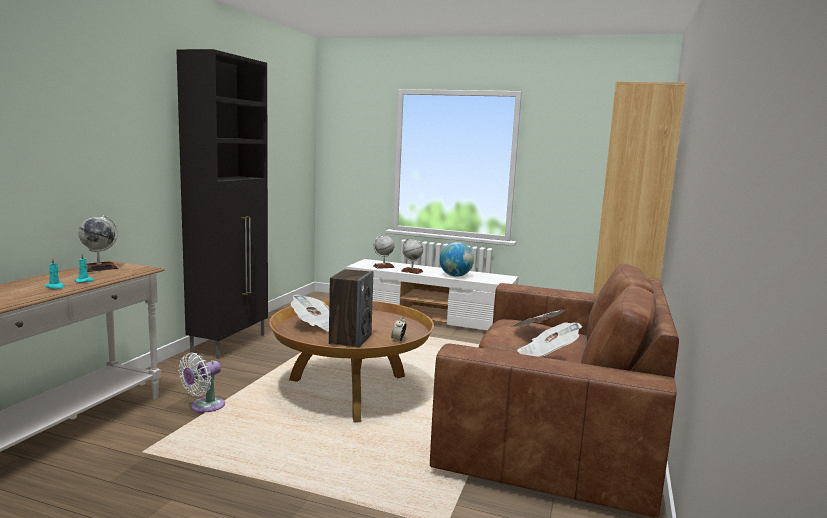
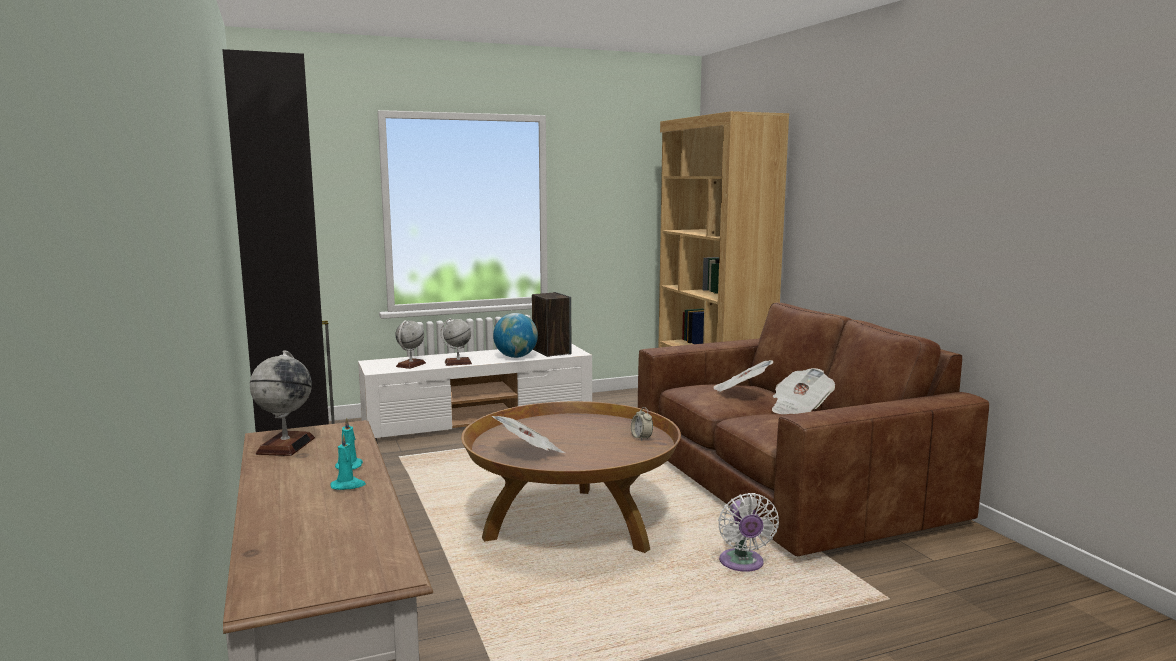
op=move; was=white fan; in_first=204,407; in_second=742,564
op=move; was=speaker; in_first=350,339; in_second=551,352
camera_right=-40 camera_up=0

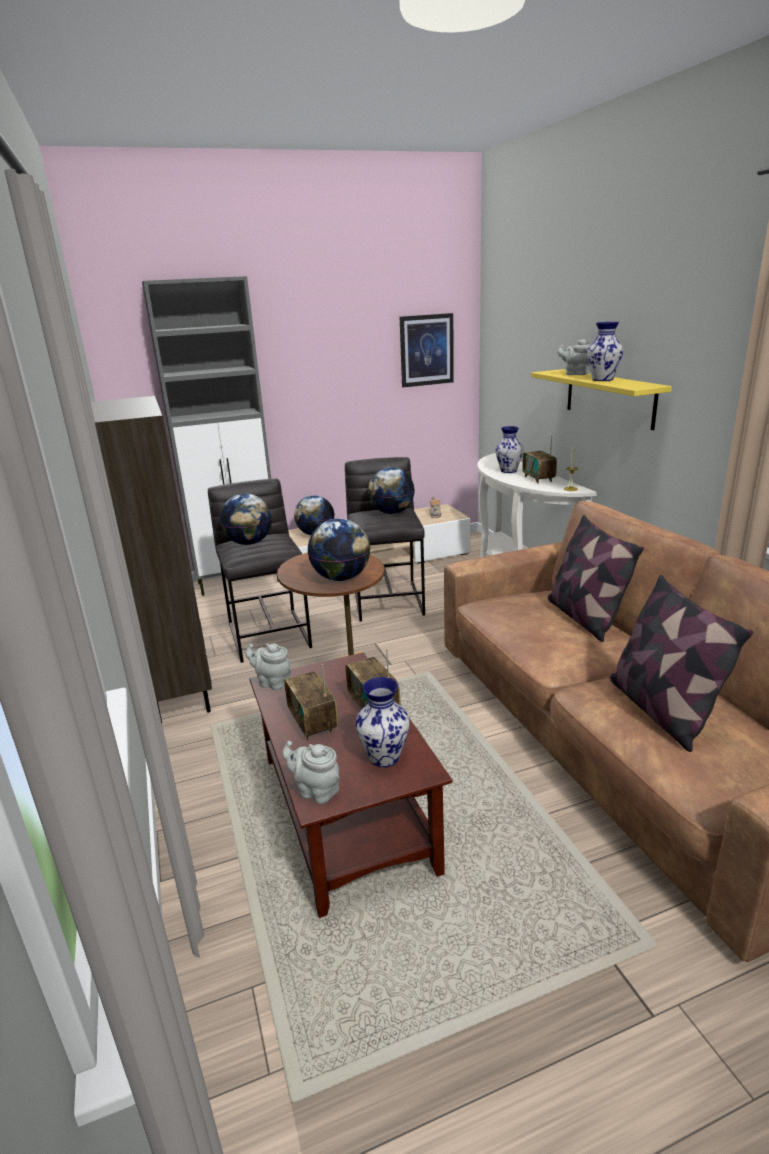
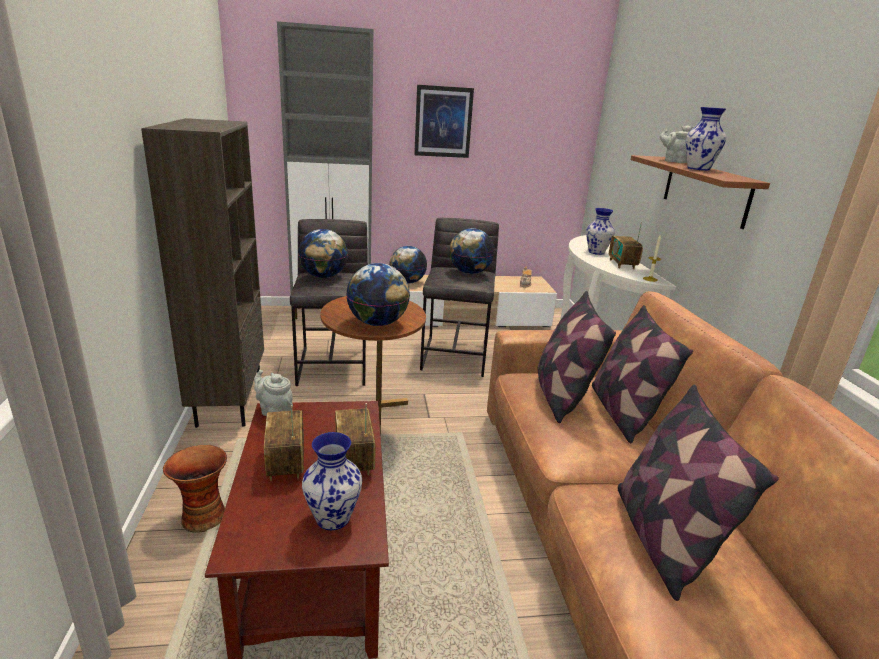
op=delete; was=grey teapot; in_first=315,790
op=insert; now=vase; in_second=202,516
op=insert; now=pillow; in_second=561,396
op=move; was=picture; in_first=426,350; in_second=443,122
op=recolor; was=yellow shelf; now=brown shelf; in_first=609,398; in_second=705,190
camera_right=10 camera_up=0

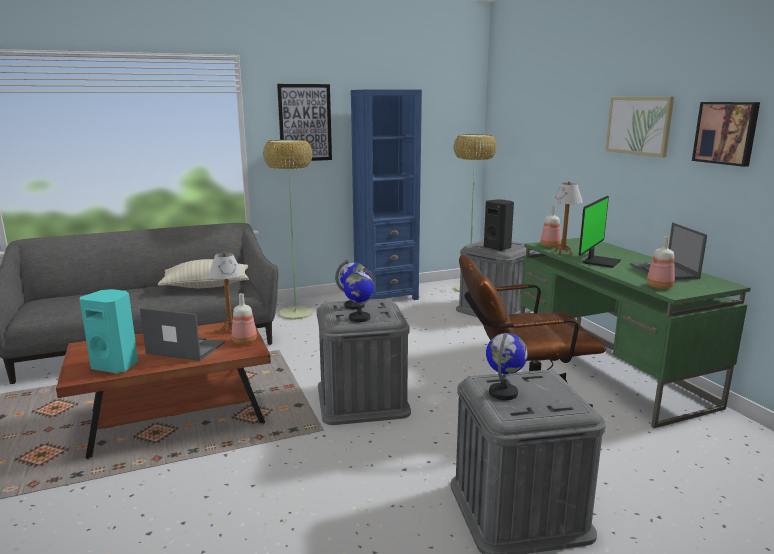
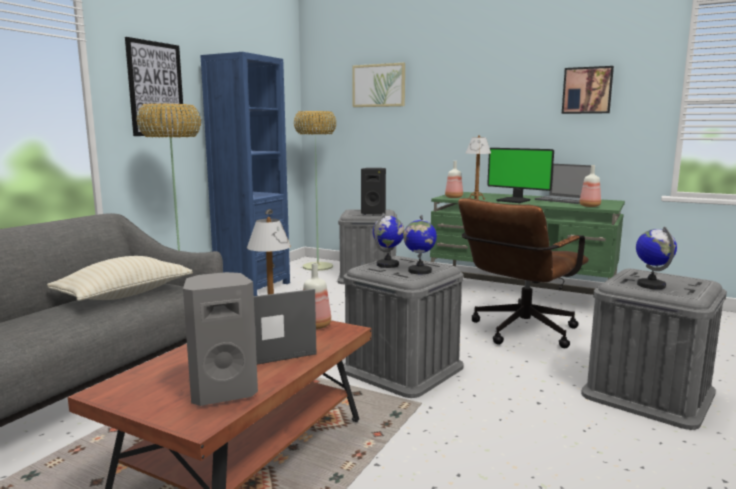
op=move; was=picture; in_first=639,125; in_second=378,85
op=recolor; was=turquoise speaker; now=grey speaker; in_first=116,365; in_second=223,392
op=rotate; was=monitor; in_first=599,262; in_second=514,200; clockwise=135
camera_right=-40 camera_up=-5

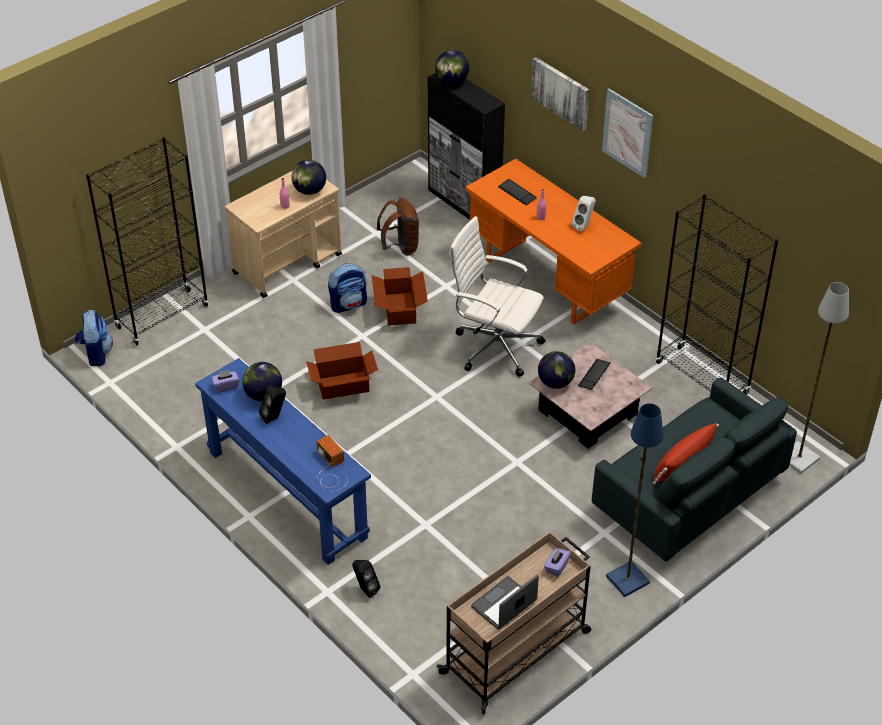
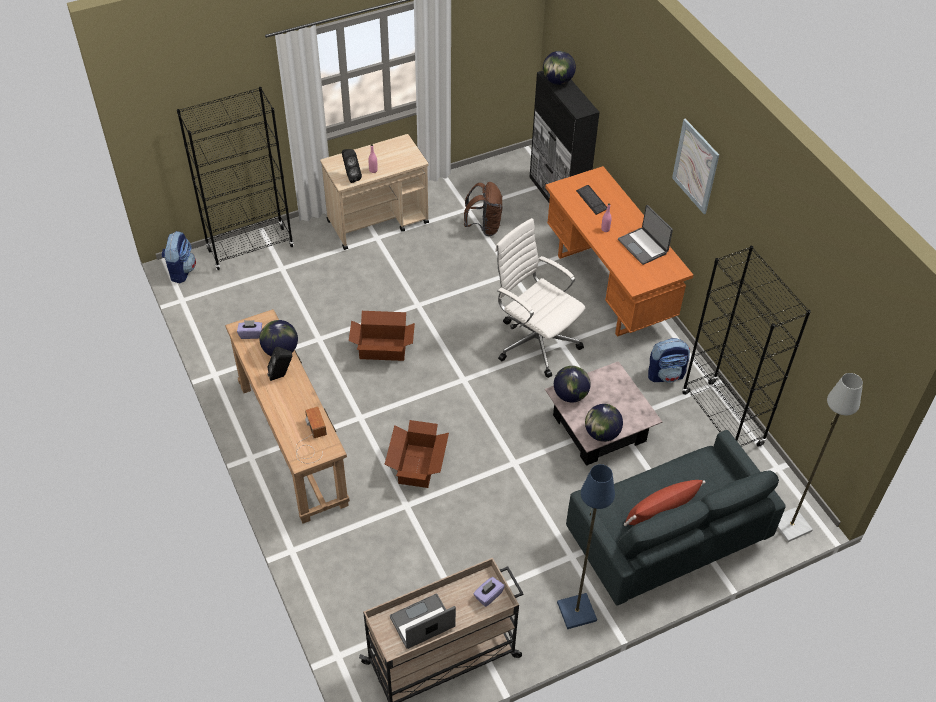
op=delete; was=picture; in_first=561,93
op=delete; was=keyboard; in_first=594,375
op=move; was=globe; in_first=309,191; in_second=602,433
op=move; was=backpack; in_first=348,304; in_second=666,375
op=move; was=black speaker; in_first=365,589; in_second=351,177
op=move; was=cardboard box; in_first=399,309; in_second=417,466
op=replace; was=white speaker; now=laptop; in_first=584,226; in_second=643,246
op=recolor; was=blue console table; now=brown console table; in_first=287,494; in_second=293,444
camera_right=15 camera_up=5

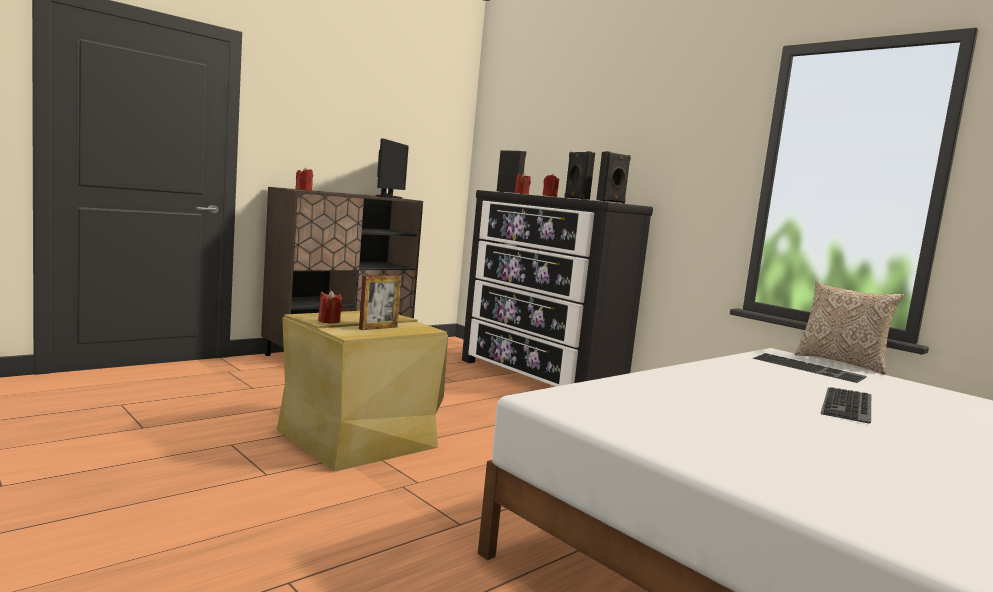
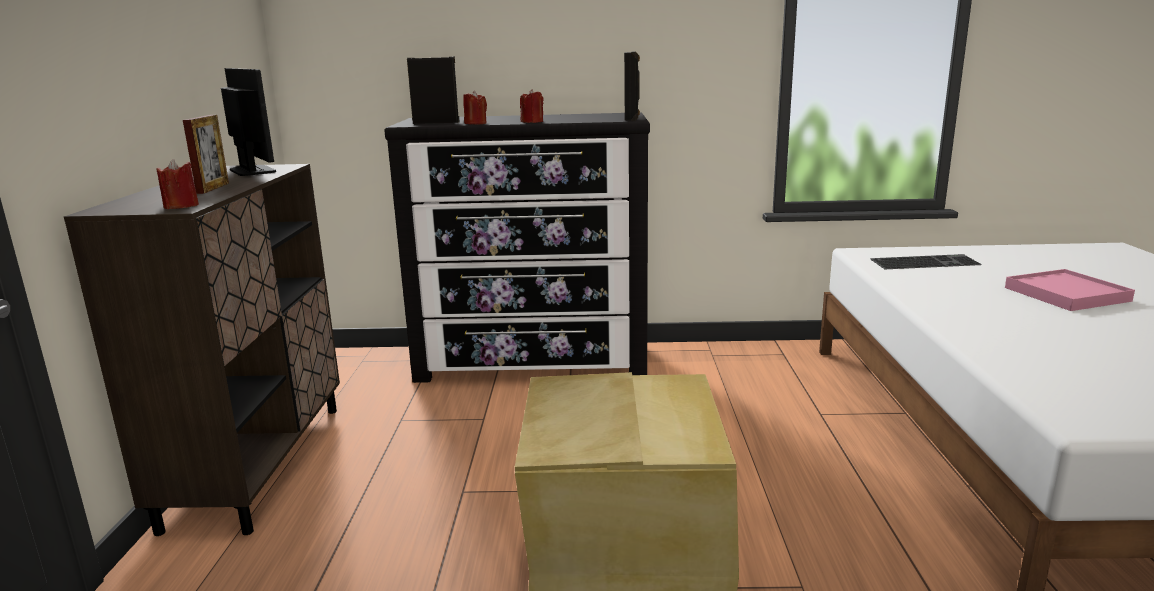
op=delete; was=red candle; in_first=329,321
op=delete; was=black speaker; in_first=576,198
op=delete; was=pillow; in_first=841,362
op=move; was=picture frame; in_first=378,328; in_second=213,188
op=replace; was=keyboard; now=pink tray; in_first=849,405; in_second=1066,294
camera_right=-45 camera_up=10

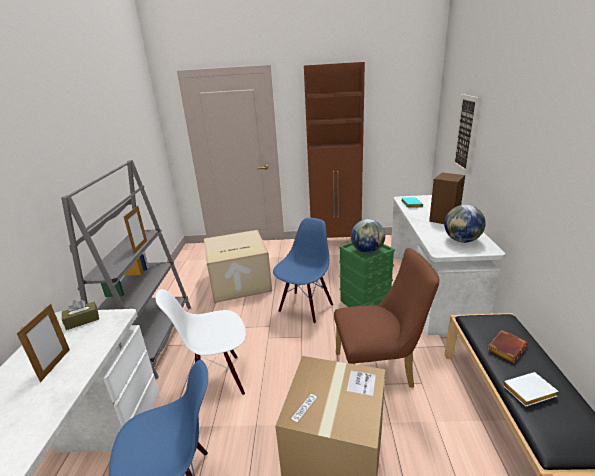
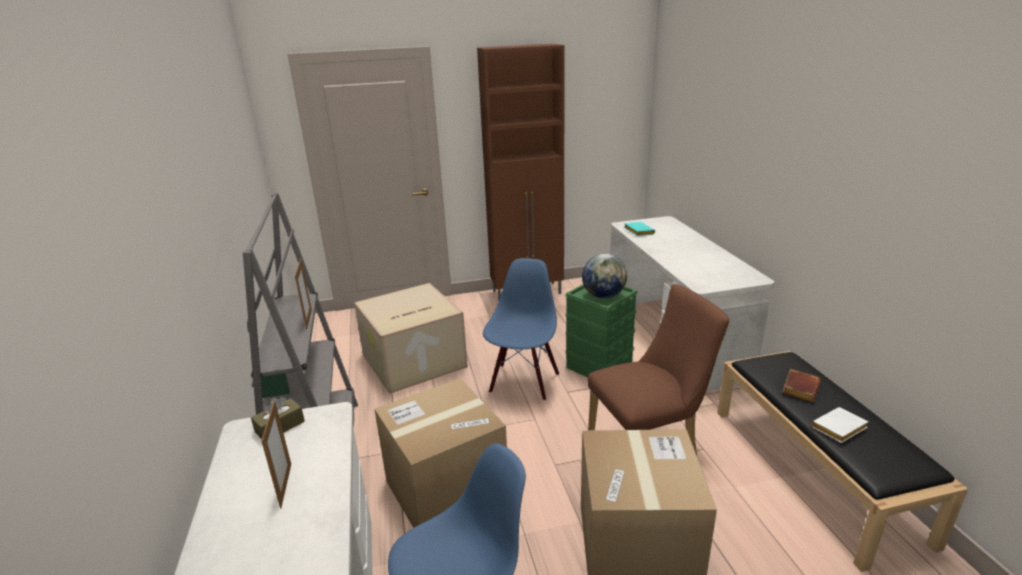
op=delete; was=brown speaker; in_first=444,219
op=delete; was=globe; in_first=462,240
op=delete; was=picture; in_first=465,134
op=replace; was=white chair; now=cardboard box; in_first=218,380; in_second=446,491
camera_right=-15 camera_up=0

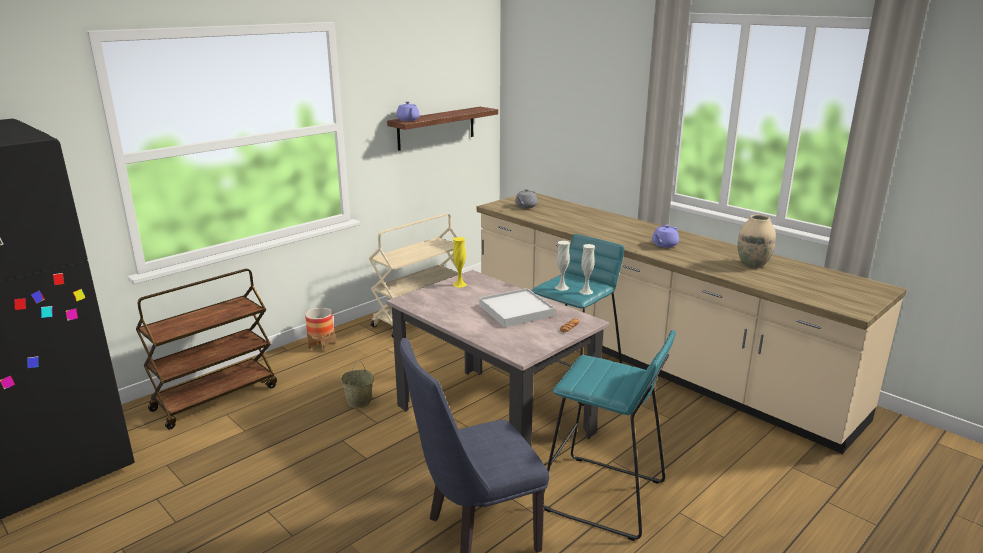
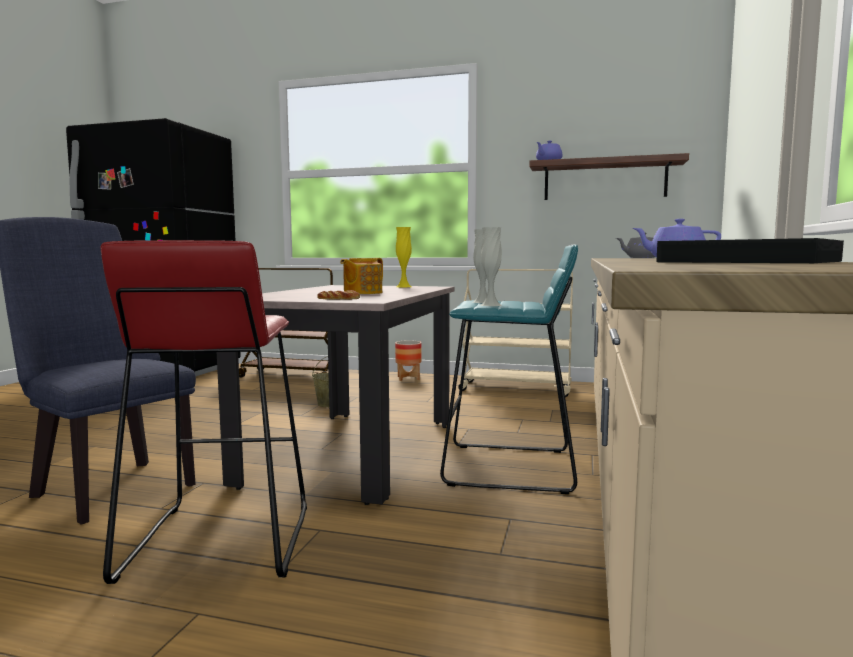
op=replace; was=white tray; now=teapot; in_first=516,310; in_second=362,293
op=replace; was=beige vase; now=black tray; in_first=752,264; in_second=749,262
op=recolor; was=turquoise stool; now=red stool; in_first=604,497; in_second=219,541
camera_right=60 camera_up=-15

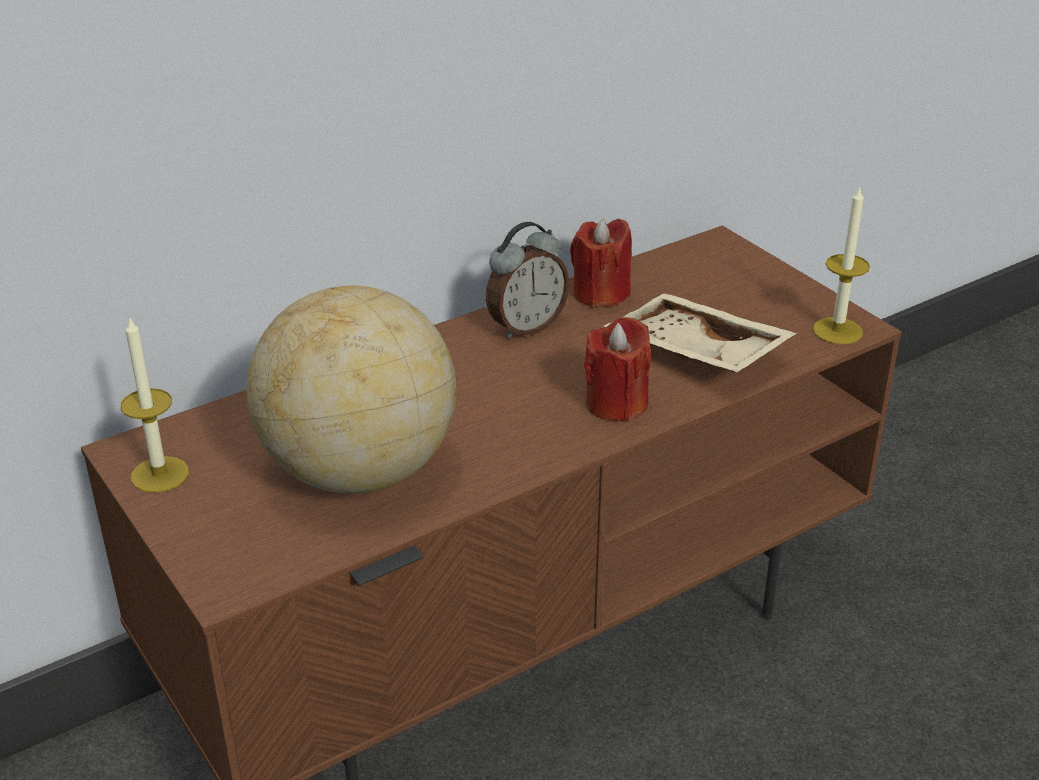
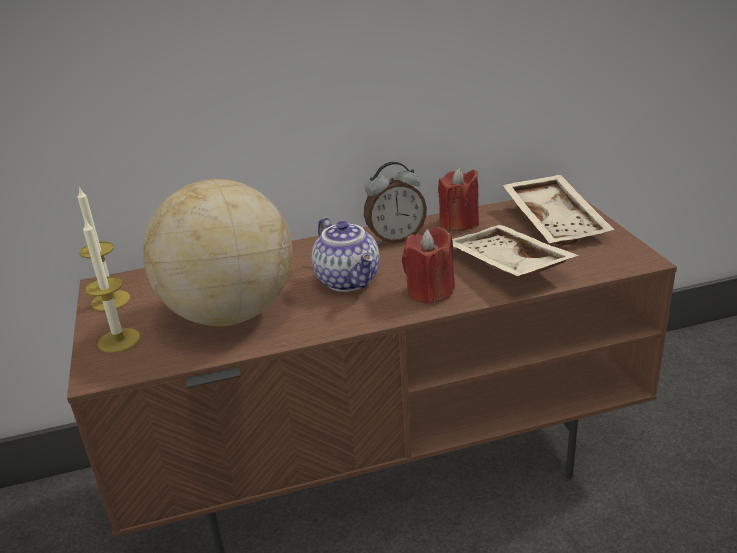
op=insert; now=teapot; in_second=349,280
op=insert; now=beige tray; in_second=556,222
op=move; was=candle; in_first=837,331; in_second=119,340
camera_right=20 camera_up=-5

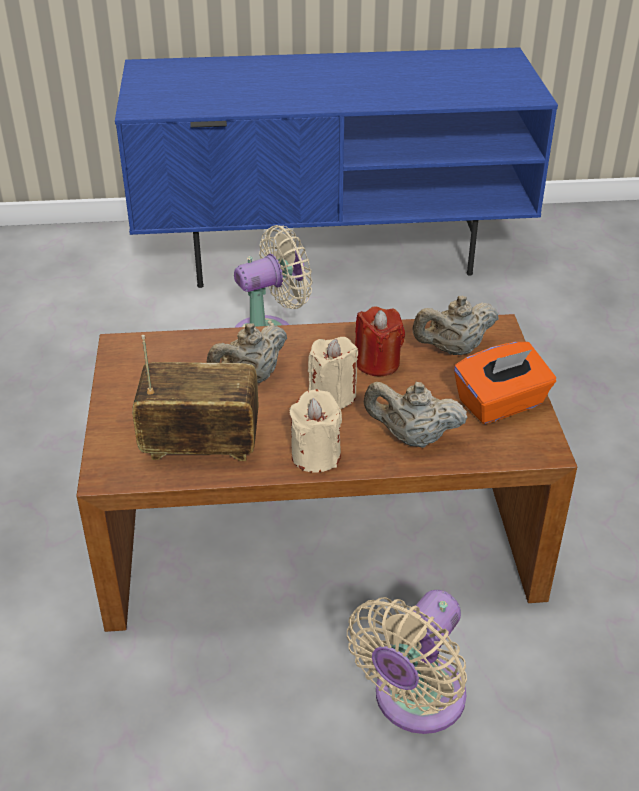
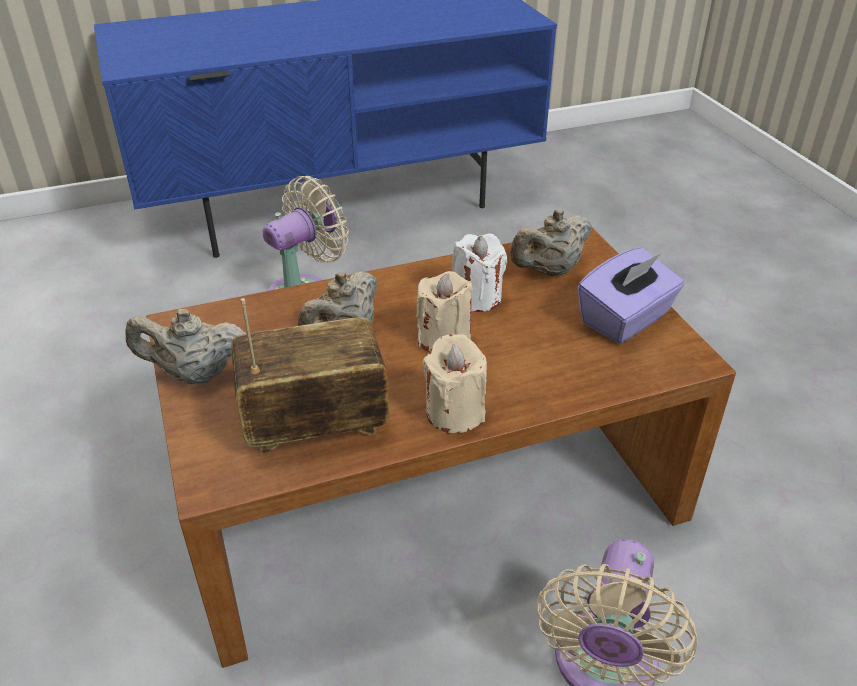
op=move; was=beige teapot; in_first=412,438; in_second=195,374
op=recolor; was=red candle; now=white candle; in_first=377,363; in_second=476,297
op=recolor; was=orange tissue box; now=purple tissue box; in_first=501,404; in_second=626,319
camera_right=-15 camera_up=0

